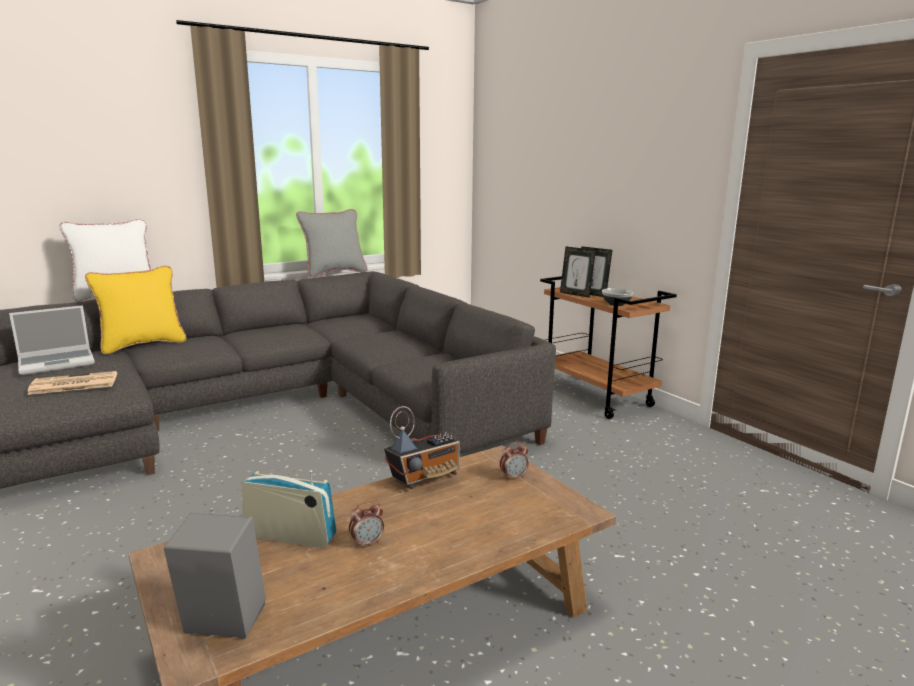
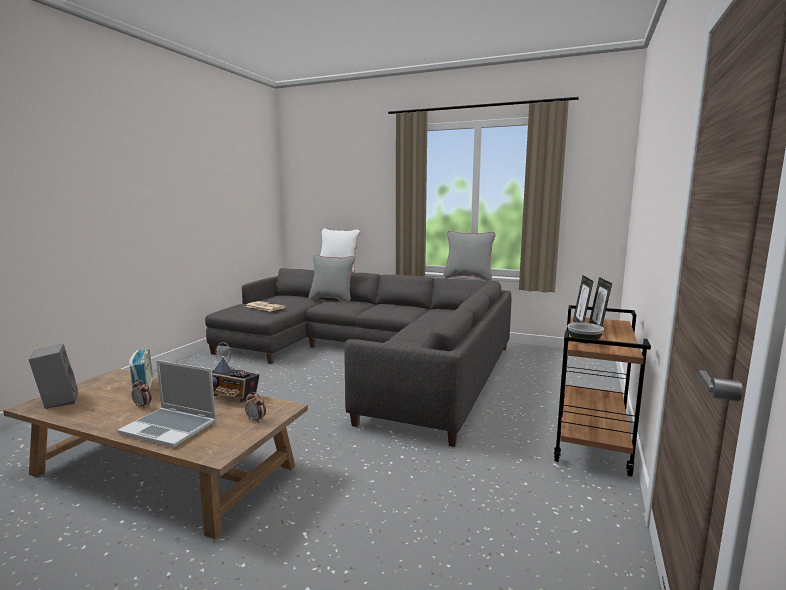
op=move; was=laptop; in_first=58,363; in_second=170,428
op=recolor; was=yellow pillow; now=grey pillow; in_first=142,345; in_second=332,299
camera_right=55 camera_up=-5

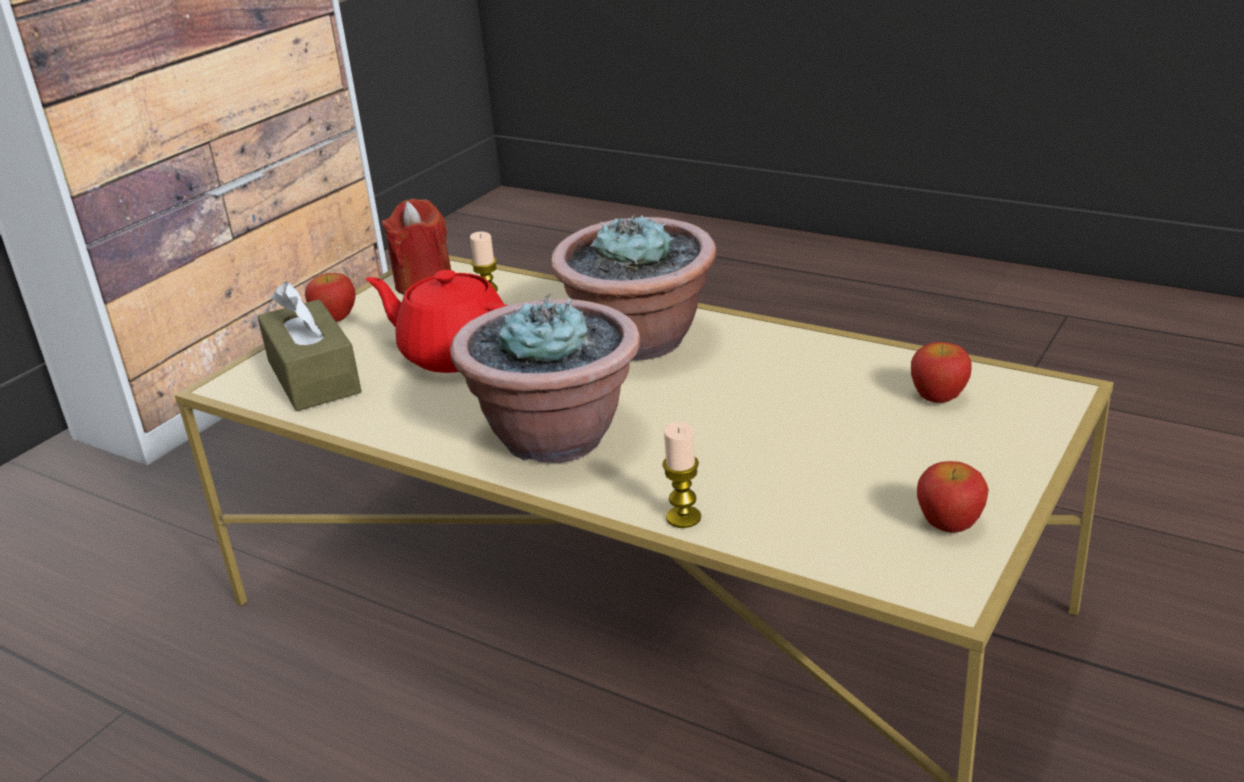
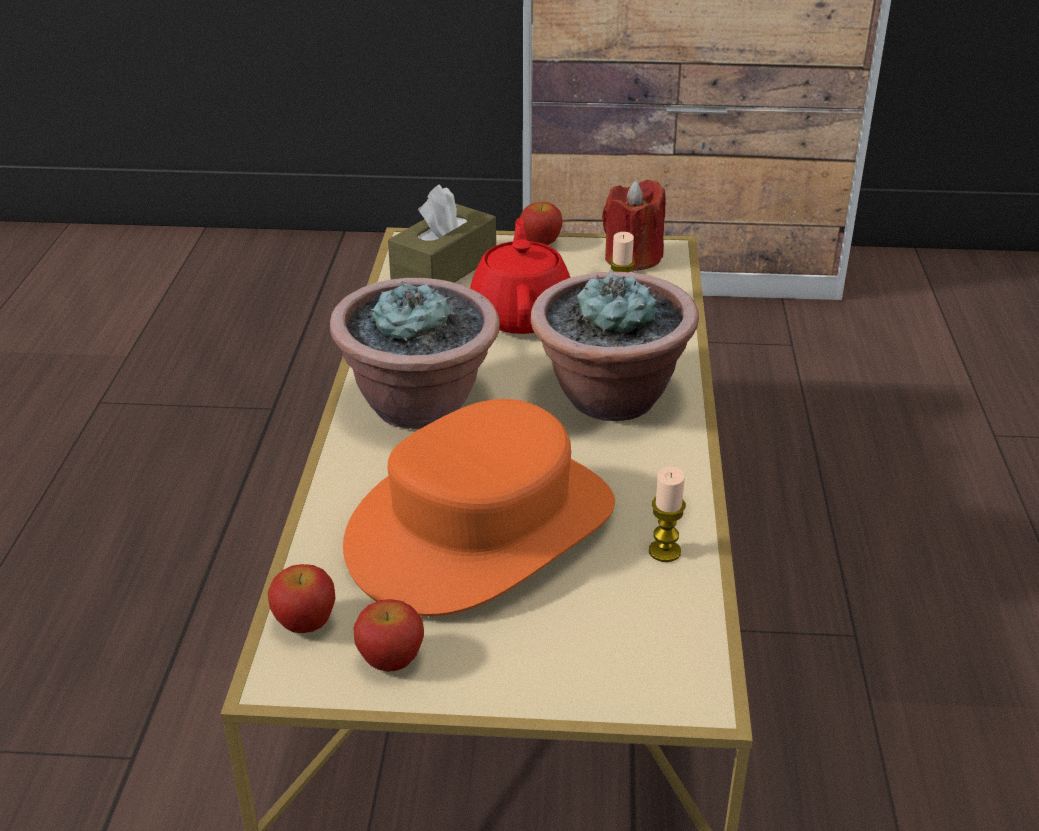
op=insert; now=orange hat; in_second=481,527
op=move; was=candle; in_first=683,517; in_second=664,551
op=move; was=apple; in_first=939,396; in_second=305,622
camera_right=60 camera_up=5

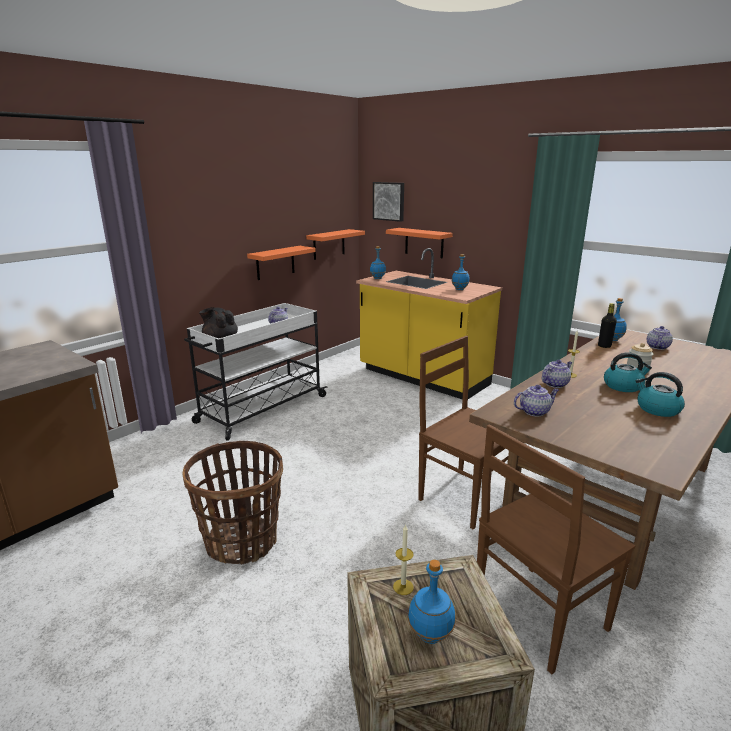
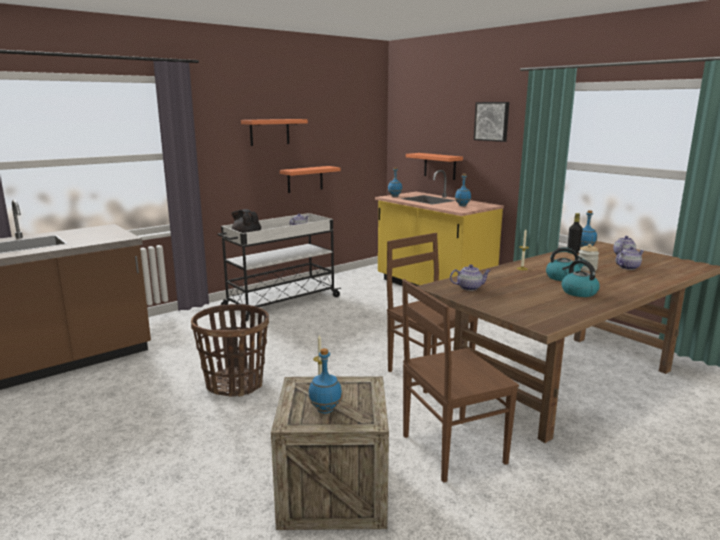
op=move; was=orange shelf; in_first=329,244; in_second=269,132
op=move; was=picture; in_first=389,201; in_second=492,121
op=move; was=teapot; in_first=555,384; in_second=628,267
camera_right=10 camera_up=-5

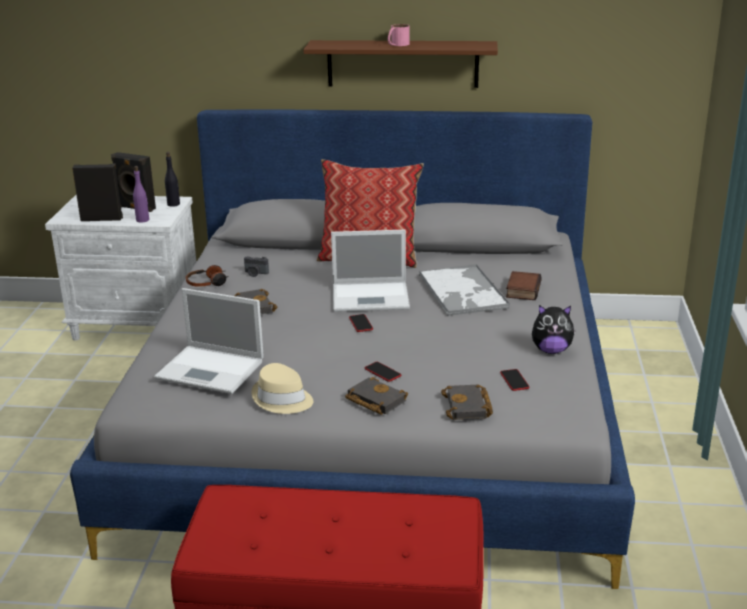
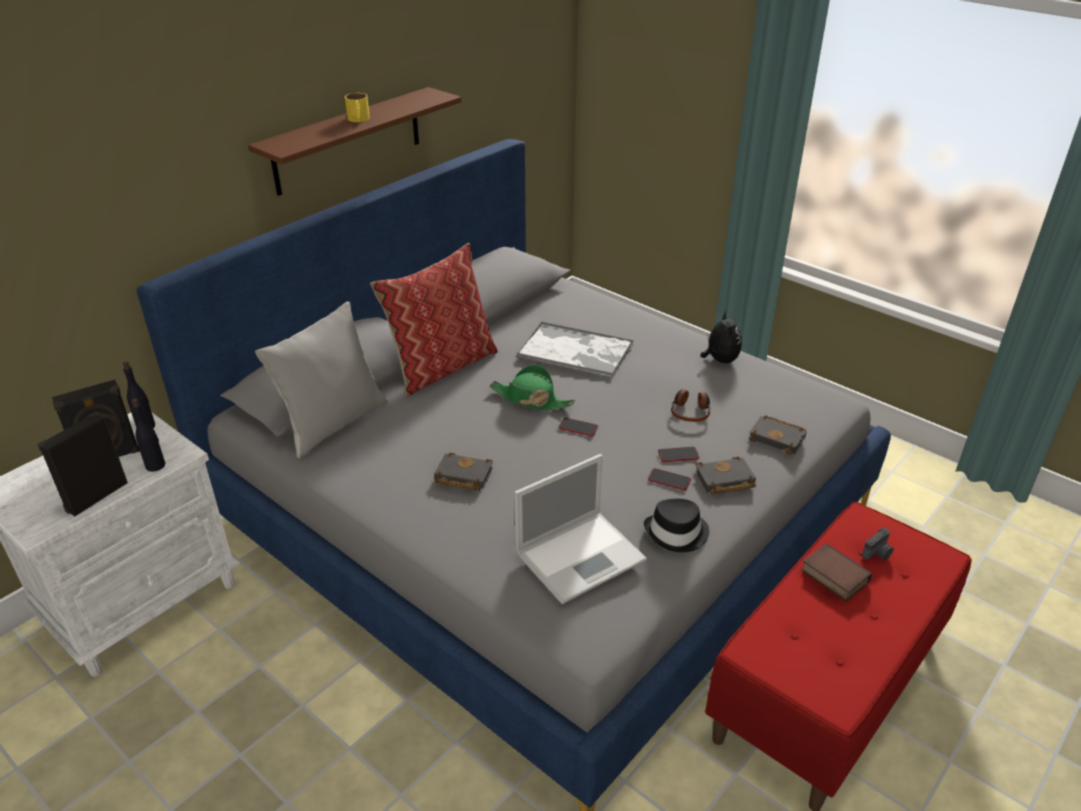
op=insert; now=grey pillow; in_second=333,424
op=move; was=headphones; in_first=207,283; in_second=690,411
op=move; was=photo camera; in_first=255,273; in_second=878,553
op=move; was=phone; in_first=514,380; in_second=669,480
op=move; was=book; in_first=522,289; in_second=832,576
op=replace; was=laptop; now=green hat; in_first=372,297; in_second=531,399
op=recolor; was=purple bottle; now=black bottle; in_first=143,220; in_second=155,465
op=recolor; was=beige hat; now=black hat; in_first=282,399; in_second=677,533
op=recolor; was=pink mug; now=yellow mug; in_first=397,45; in_second=359,120
op=rotate; was=plush toy; in_first=551,350; in_second=720,360; clockwise=-45
camera_right=-55 camera_up=10

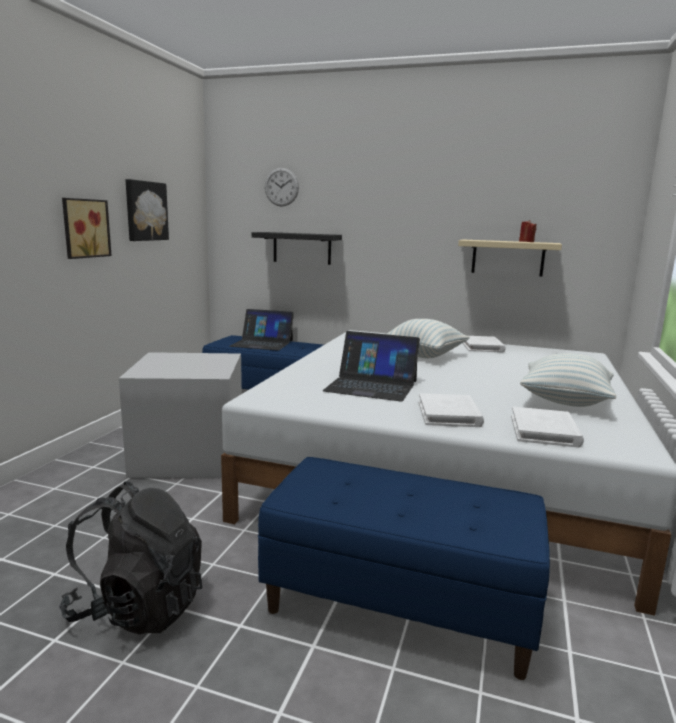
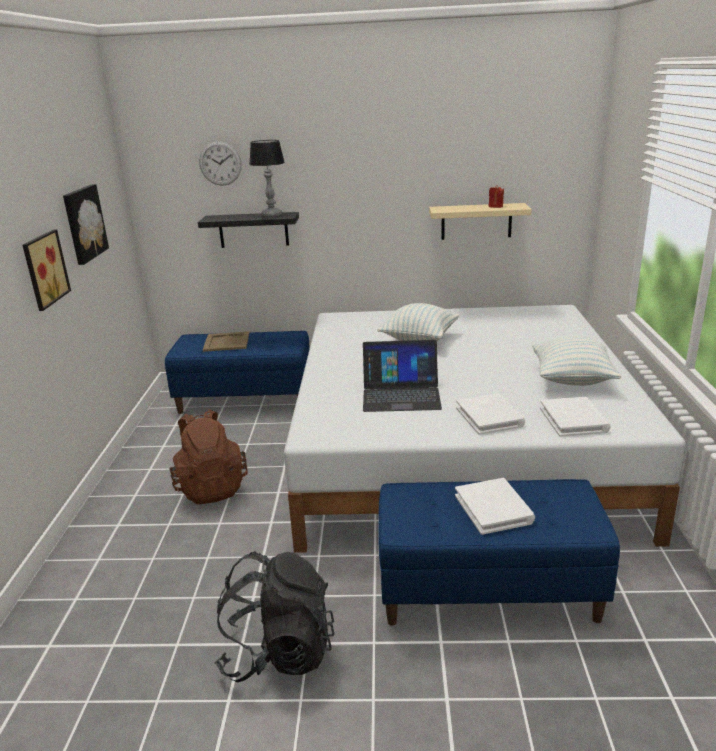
op=insert; now=table lamp; in_second=271,215
op=move; was=white book; in_first=482,347; in_second=493,509
op=replace; was=grey storage box; now=brown backpack; in_first=191,455; in_second=211,487
op=replace; was=laptop; now=beige tray; in_first=262,343; in_second=227,342
camera_right=-15 camera_up=10

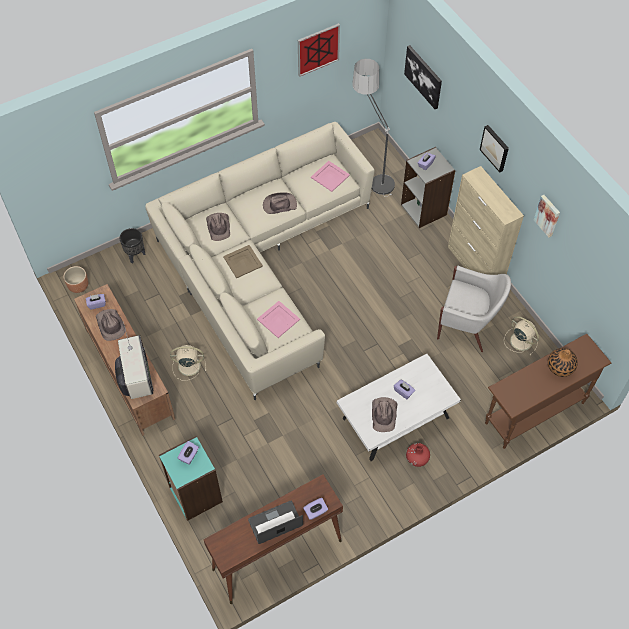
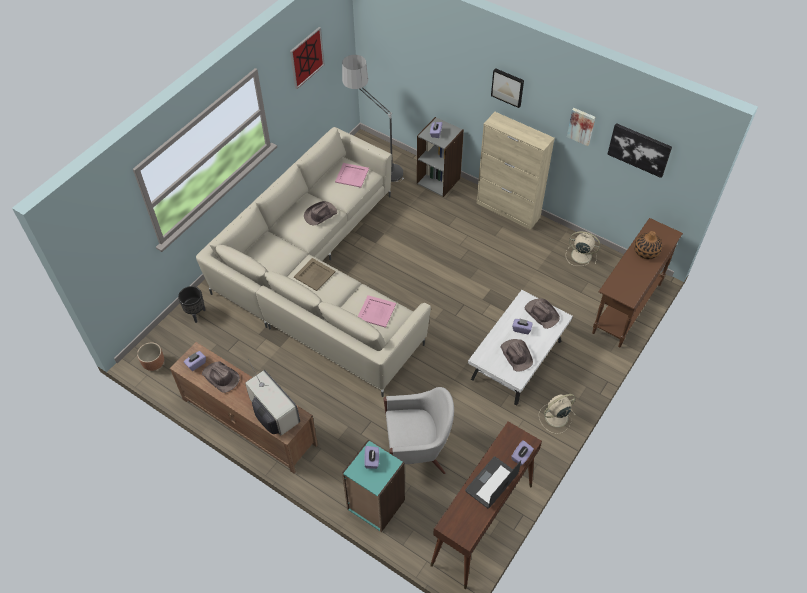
op=delete; was=red vase; in_first=417,459
op=move; was=beige fan; in_first=188,366; in_second=555,417
op=move; was=brown hat; in_first=219,227; in_second=541,313
op=move; was=picture; in_first=423,76; in_second=639,149
op=move; was=white armchair; in_first=467,325; in_second=417,451
camera_right=-25 camera_up=-5

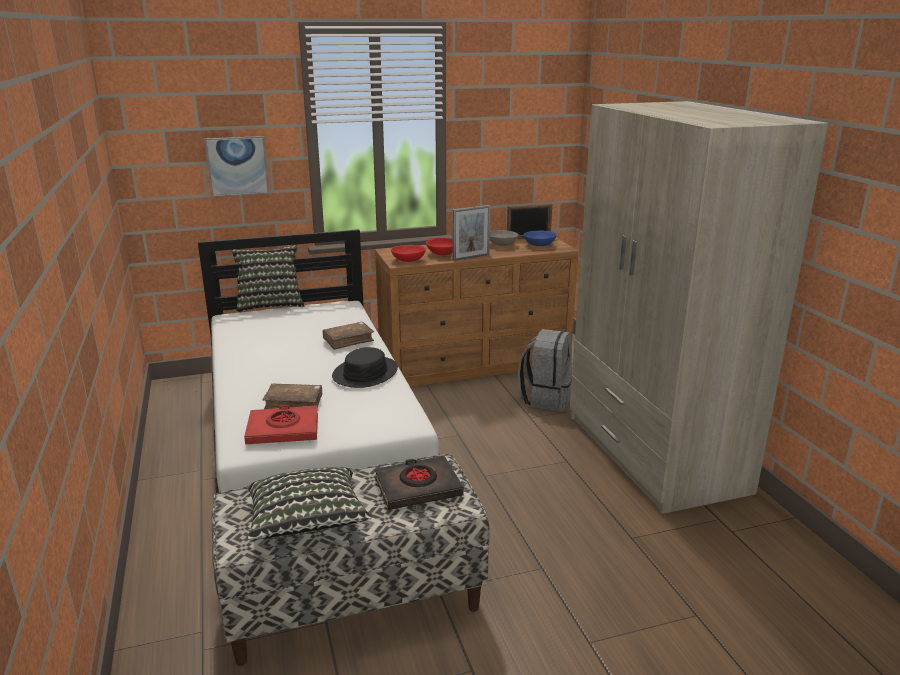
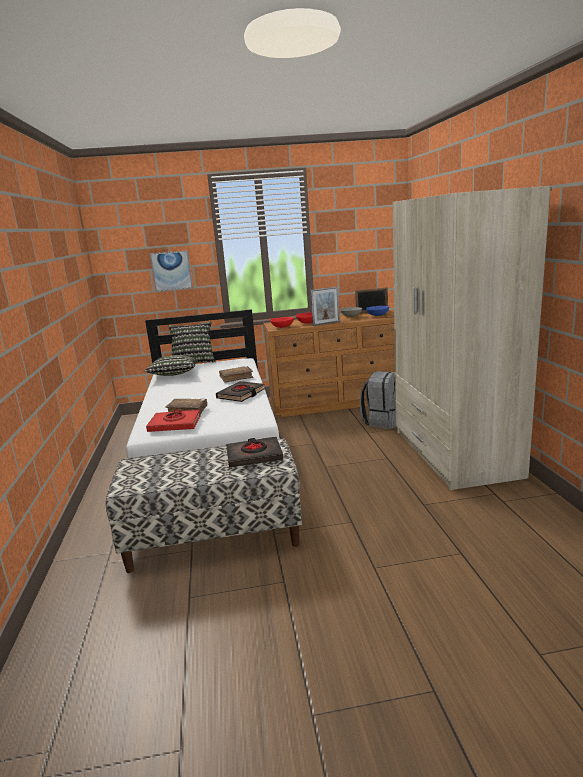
op=move; was=pillow; in_first=307,522; in_second=174,375
op=replace; was=black hat; now=black book; in_first=365,373; in_second=241,394
camera_right=10 camera_up=-5

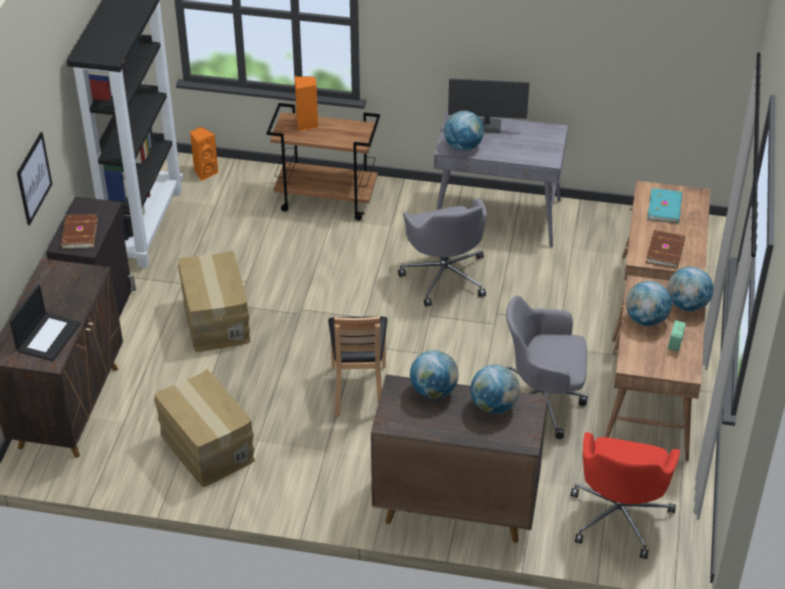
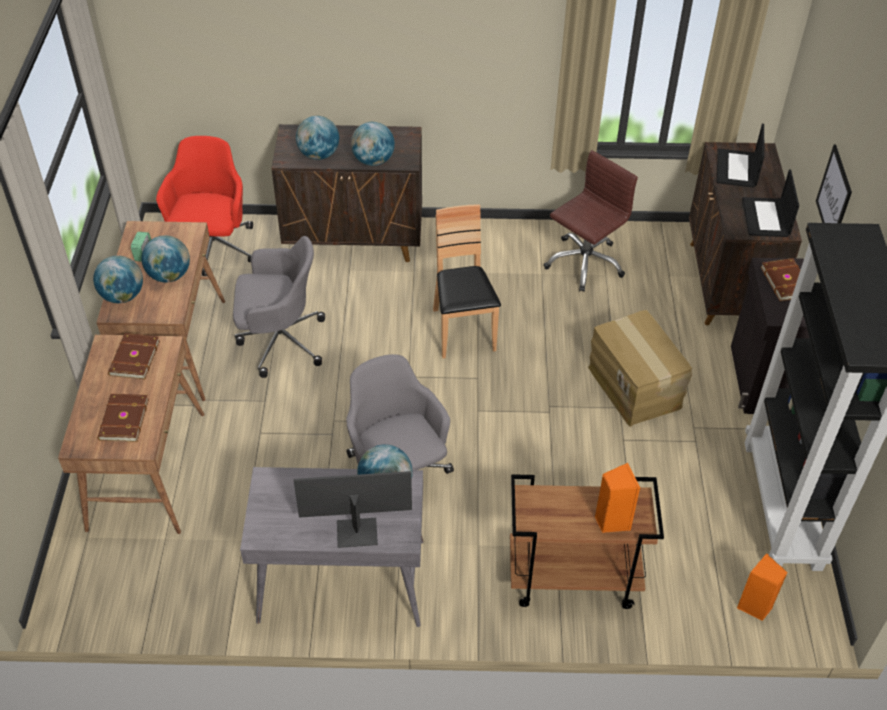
op=insert; now=laptop; in_second=766,218
op=replace; was=cardboard box; now=brown office chair; in_first=206,448; in_second=584,263
op=recolor; was=turquoise book; now=brown book; in_first=665,207; in_second=122,420
camera_right=170 camera_up=5

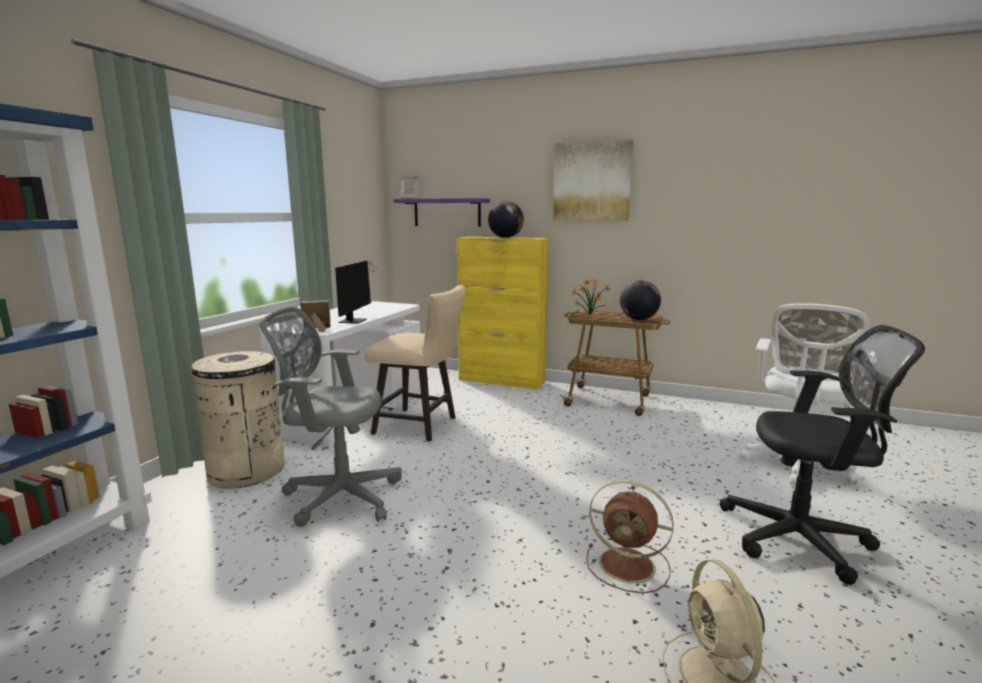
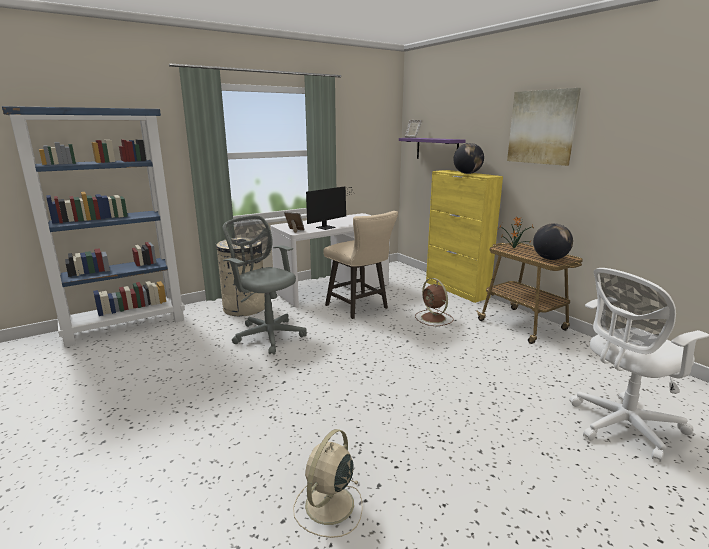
op=delete; was=black office chair; in_first=802,540
op=move; was=brown fan; in_first=629,565; in_second=434,318
camera_right=35 camera_up=5

